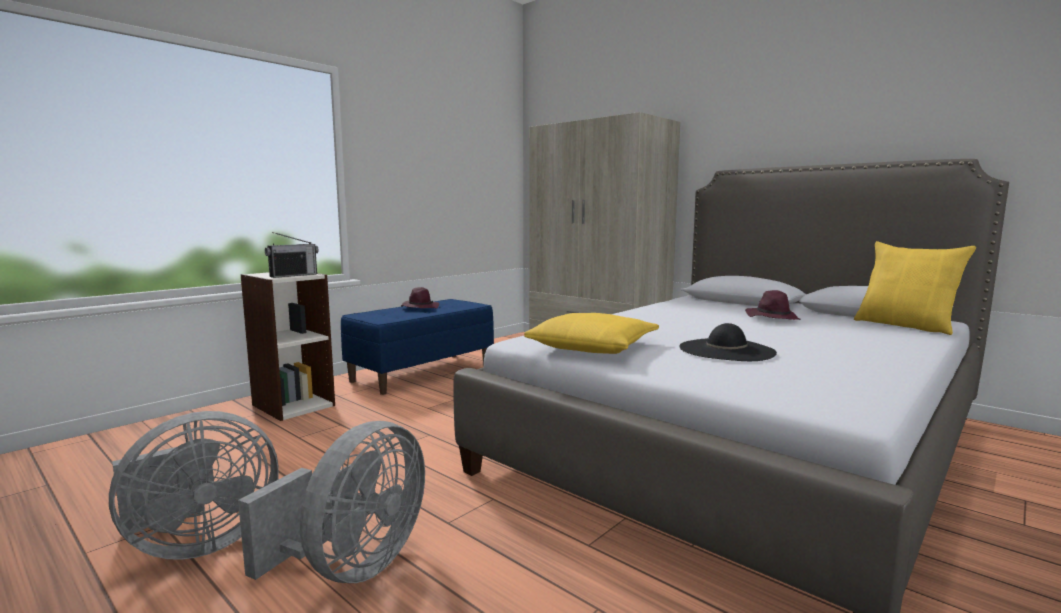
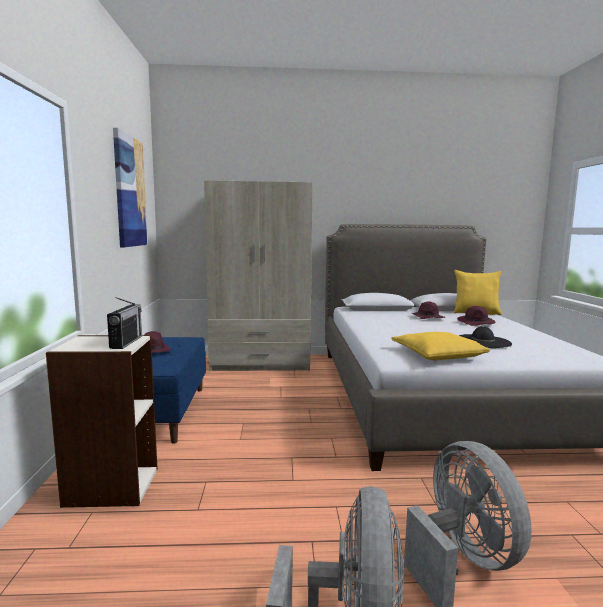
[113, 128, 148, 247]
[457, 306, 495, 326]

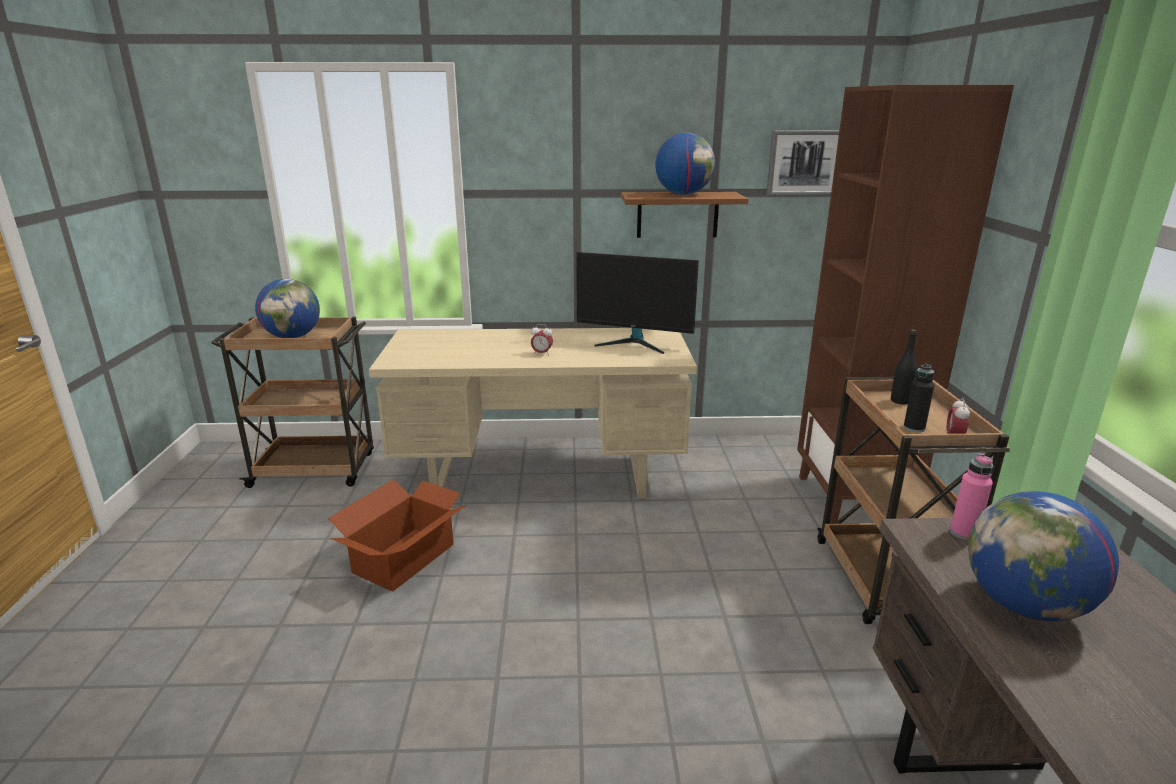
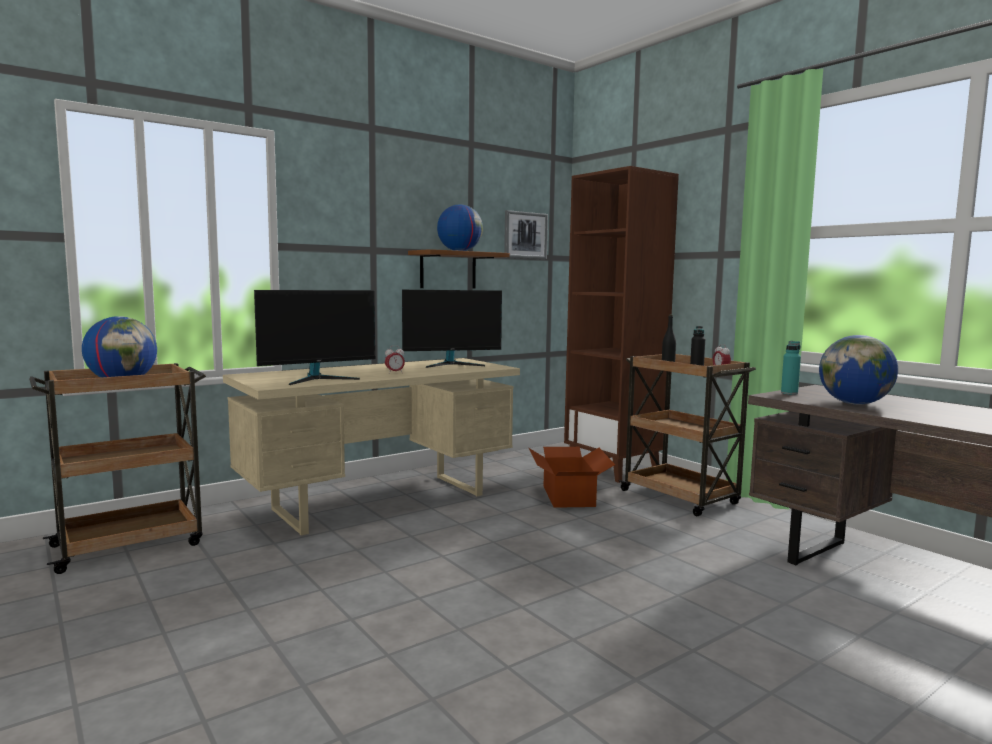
[254, 290, 375, 385]
[529, 447, 615, 508]
[781, 341, 801, 395]

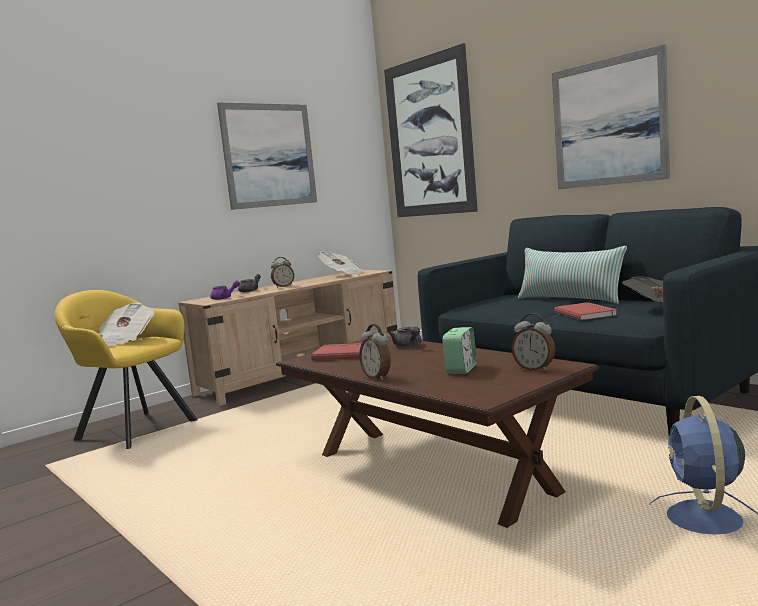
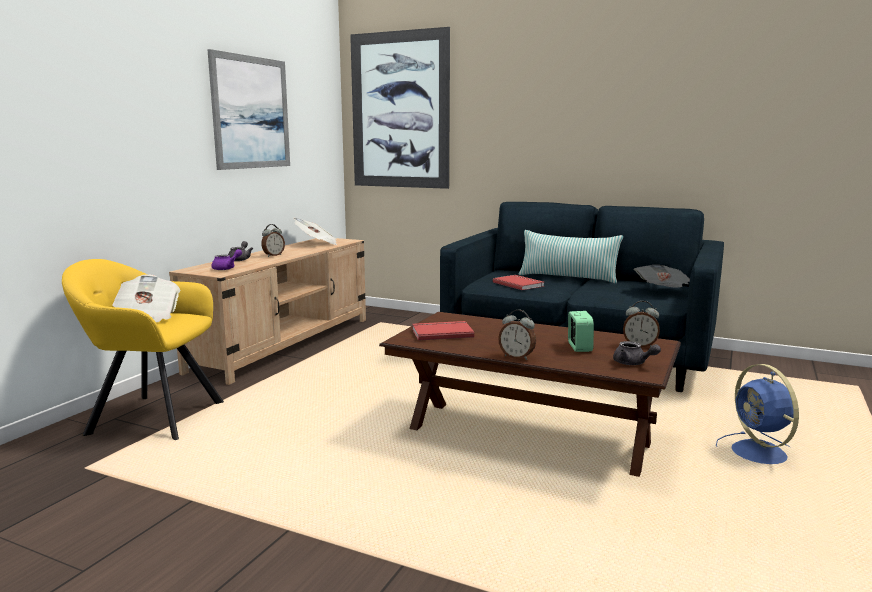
[552, 44, 670, 189] (first image)
[613, 341, 661, 365]
[493, 275, 544, 290]

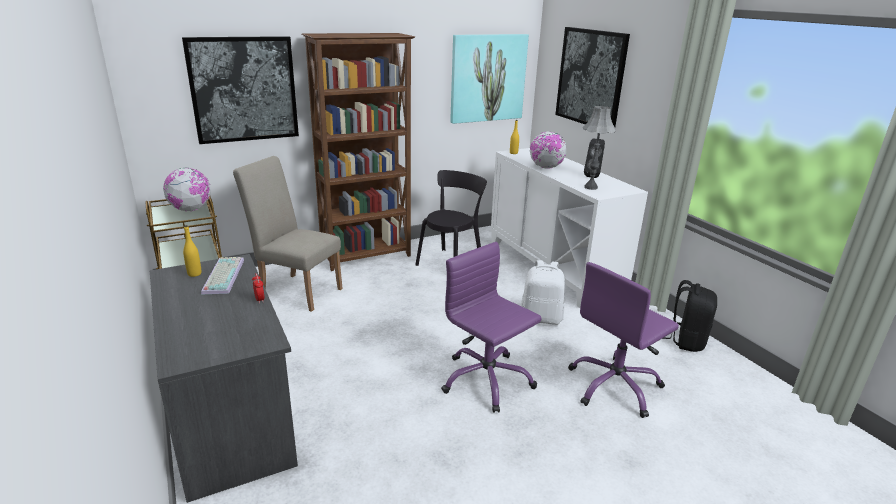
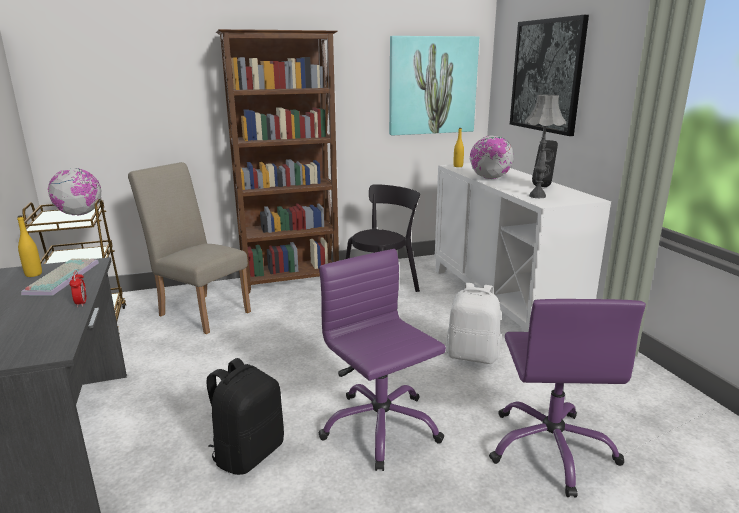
[182, 36, 299, 144] (first image)
[206, 358, 284, 475]
[489, 299, 646, 497]

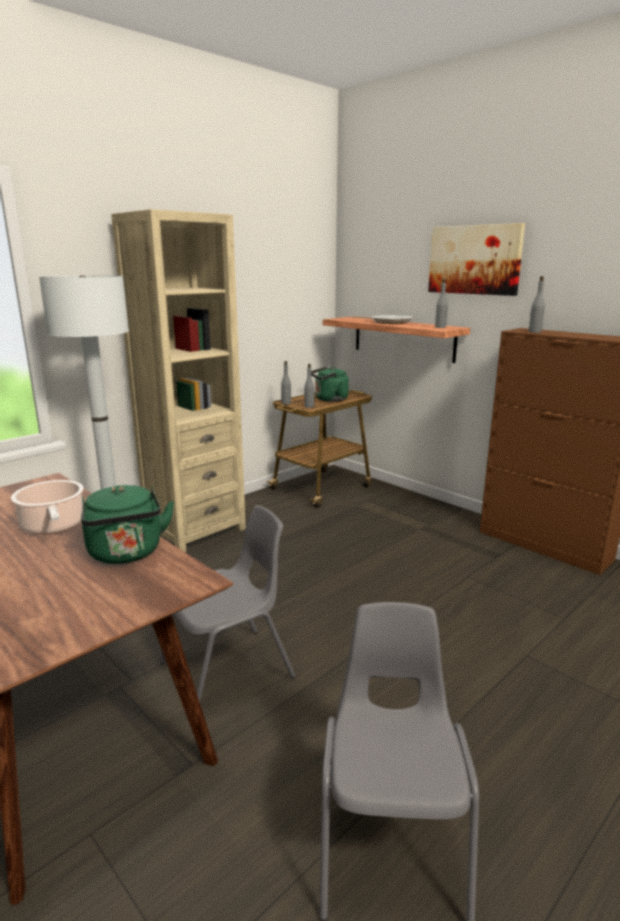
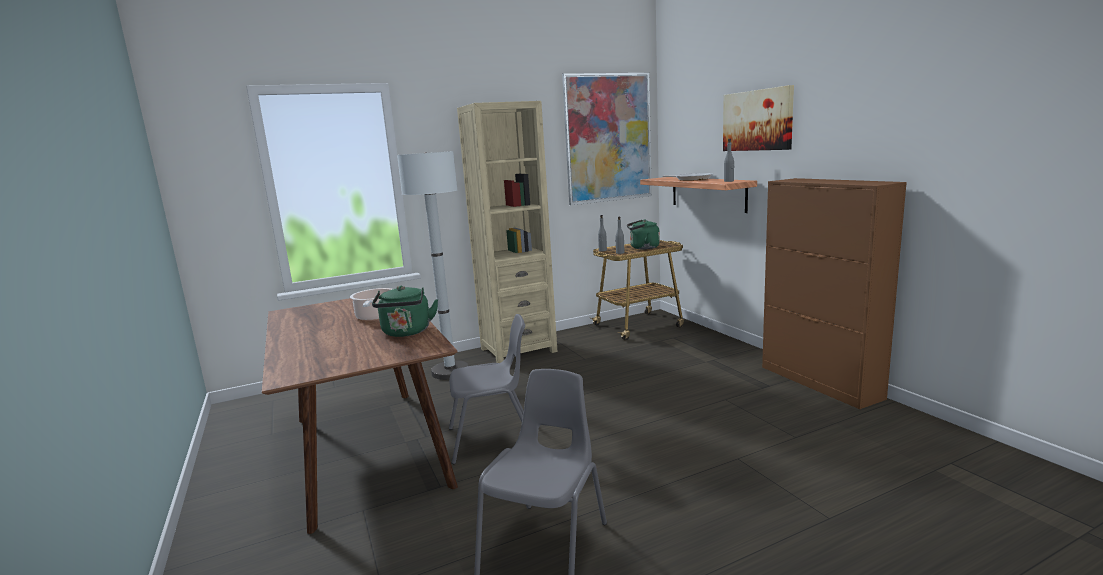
[529, 276, 545, 333] (first image)
[562, 73, 652, 205]

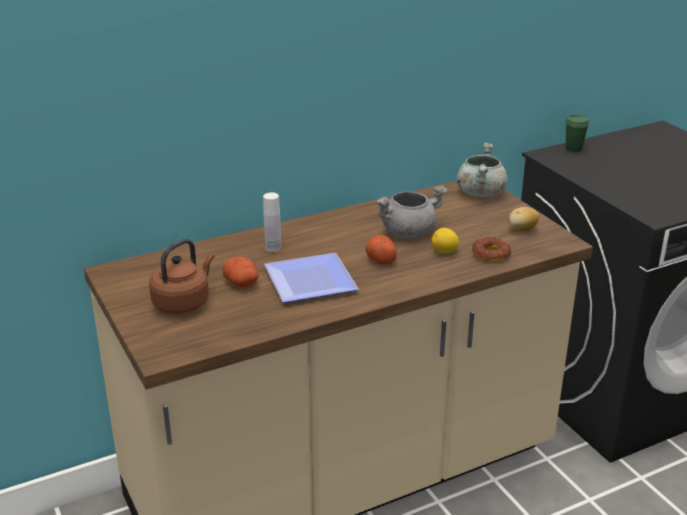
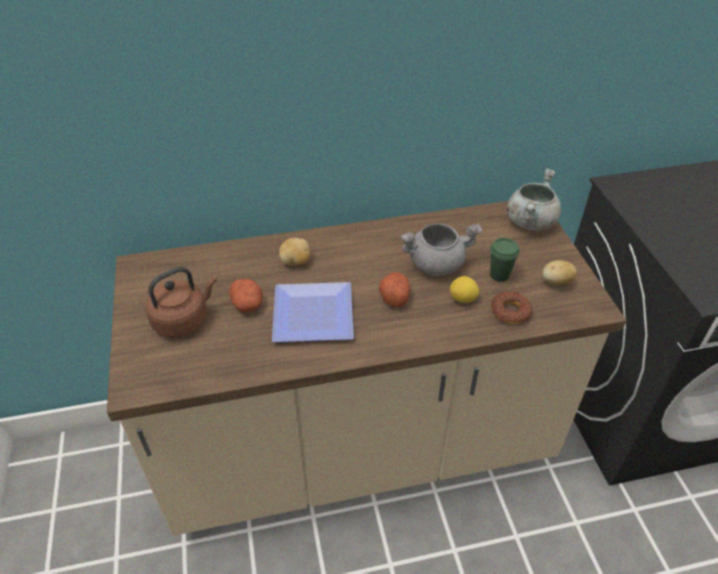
[490, 238, 519, 282]
[279, 238, 310, 266]

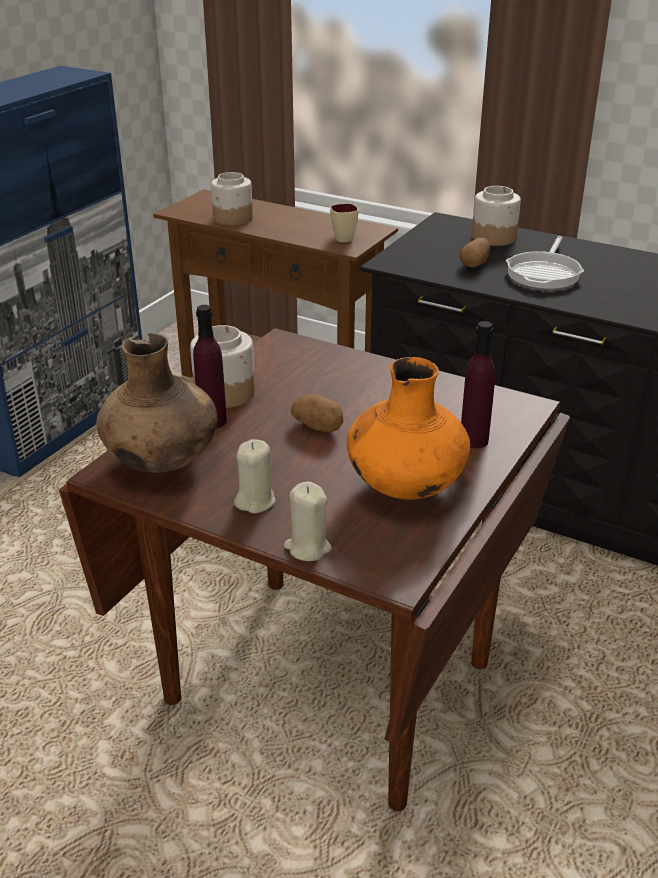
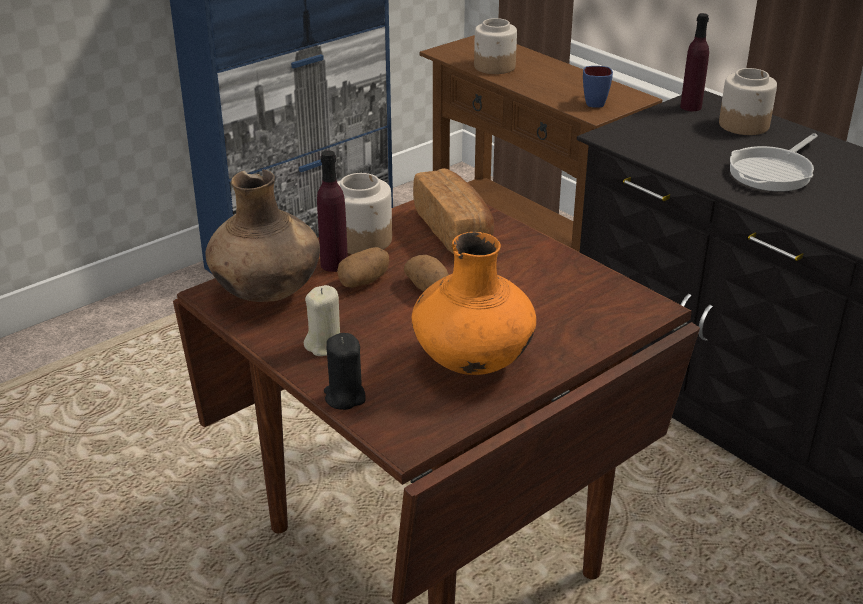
[413, 168, 494, 254]
[337, 247, 389, 288]
[680, 13, 709, 111]
[324, 333, 366, 410]
[583, 66, 613, 108]

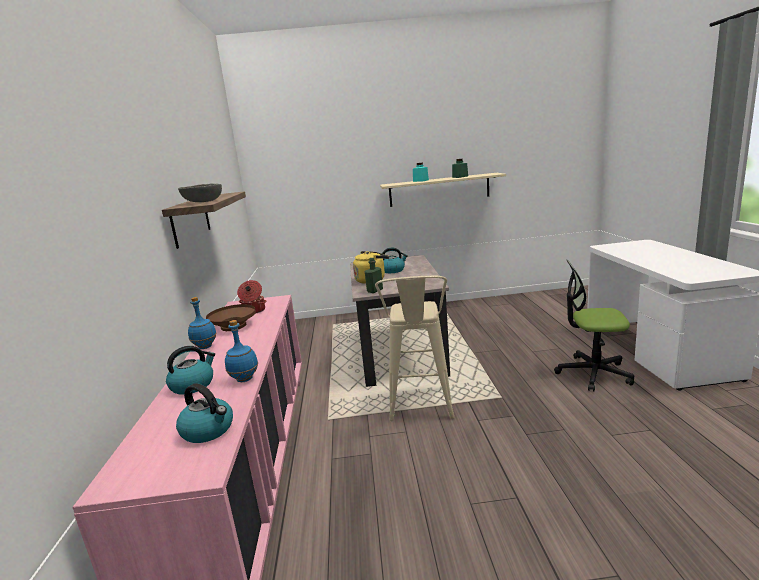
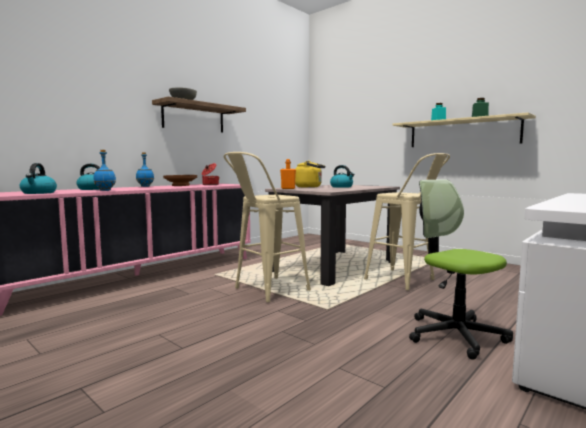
[364, 153, 450, 290]
[280, 159, 296, 189]

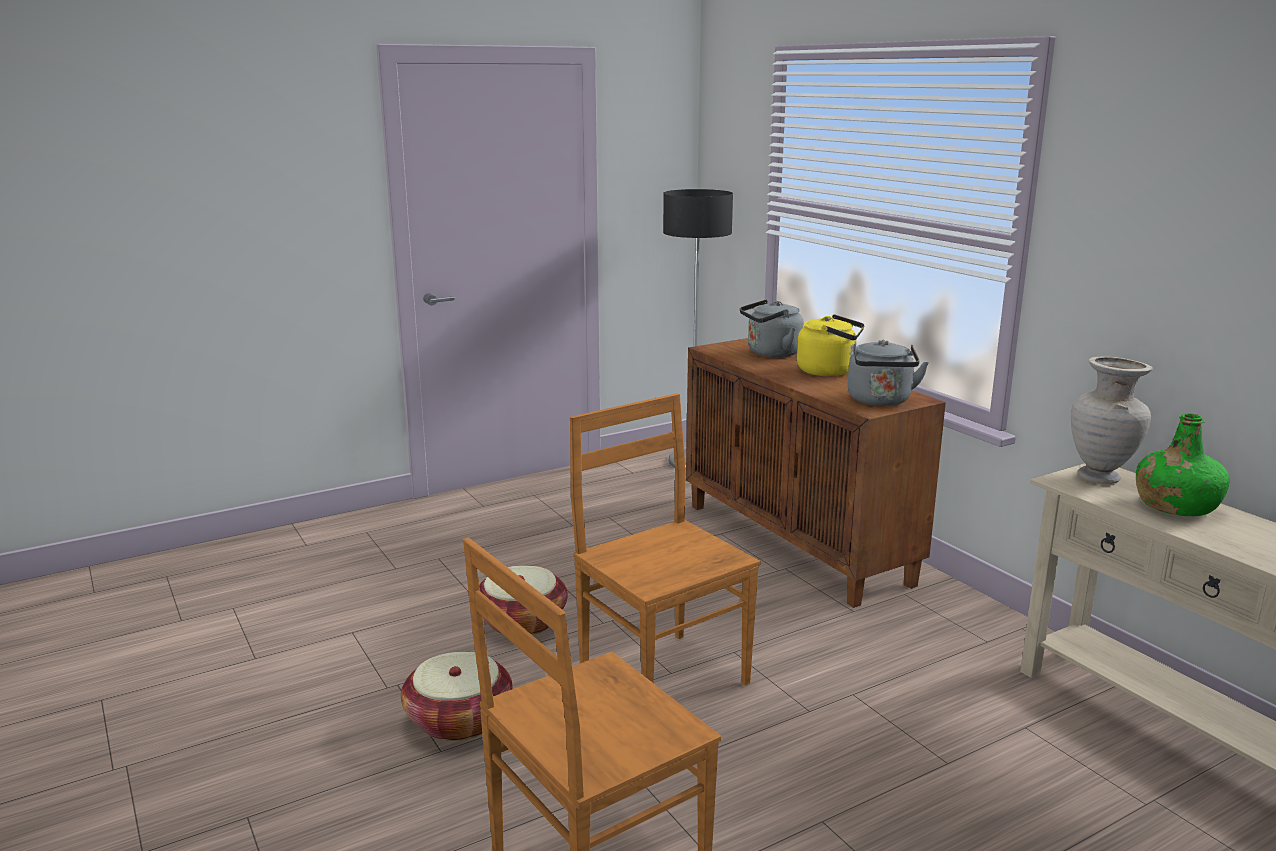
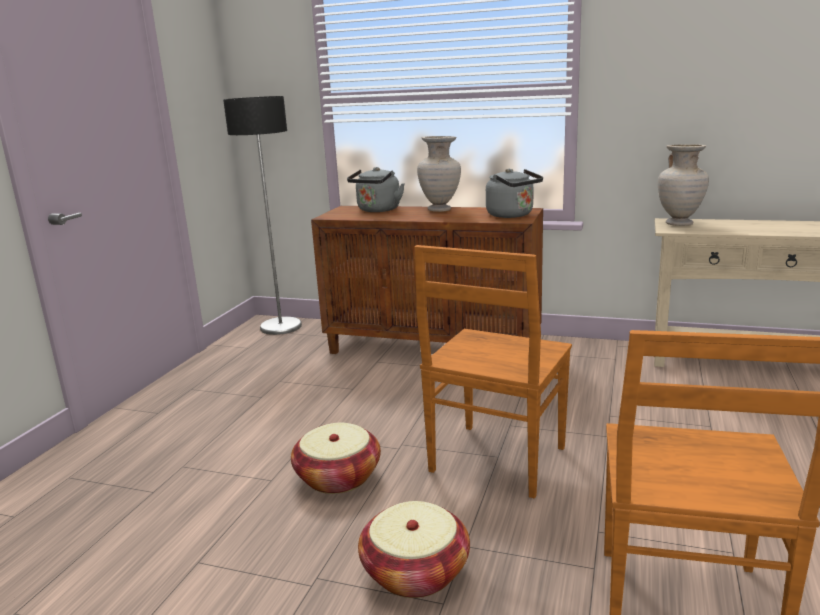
[1136, 413, 1230, 516] (first image)
[417, 136, 461, 212]
[414, 245, 572, 499]

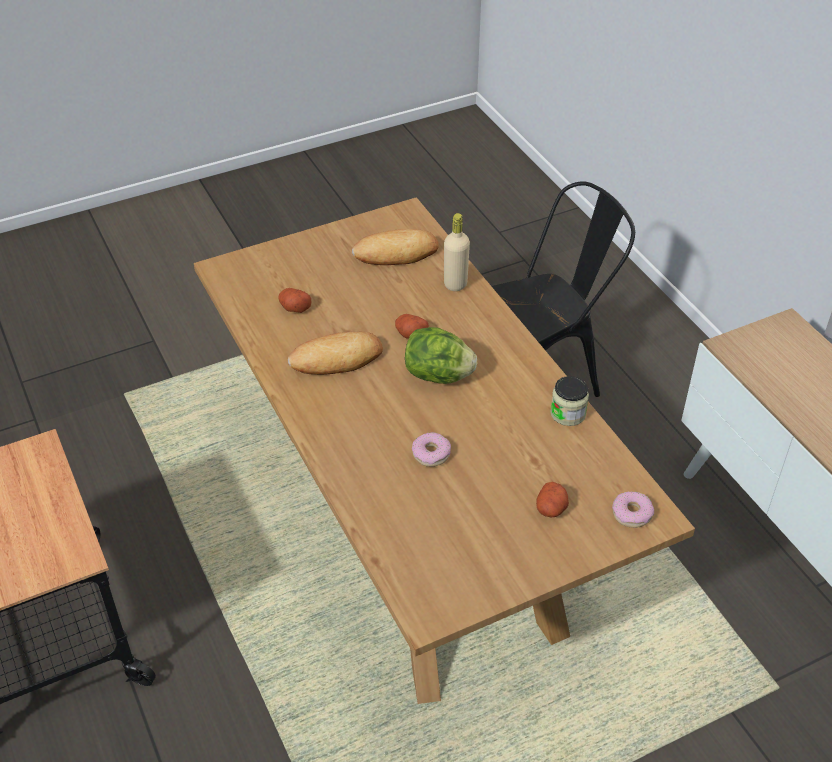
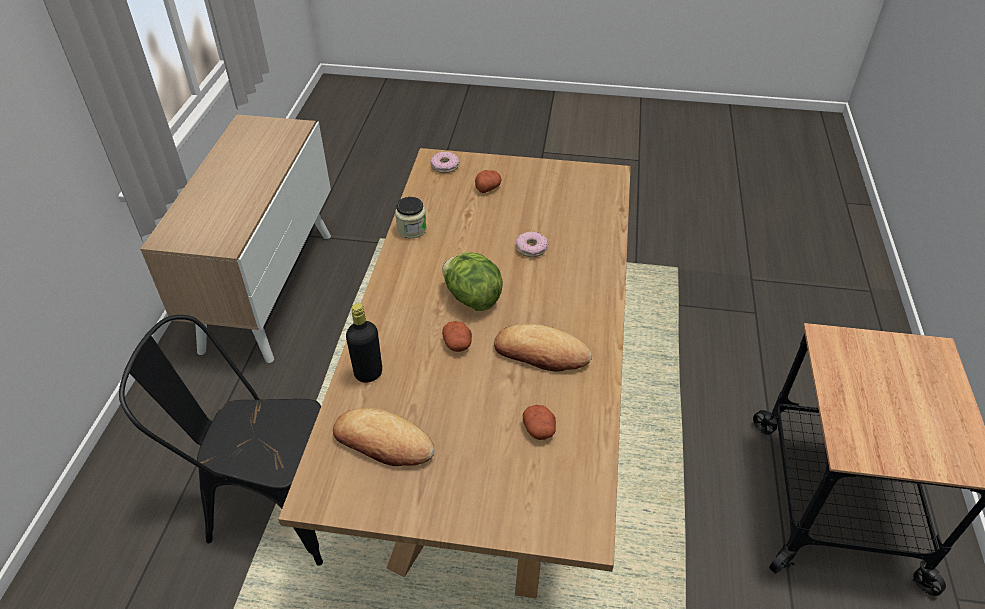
[346, 303, 382, 383]

